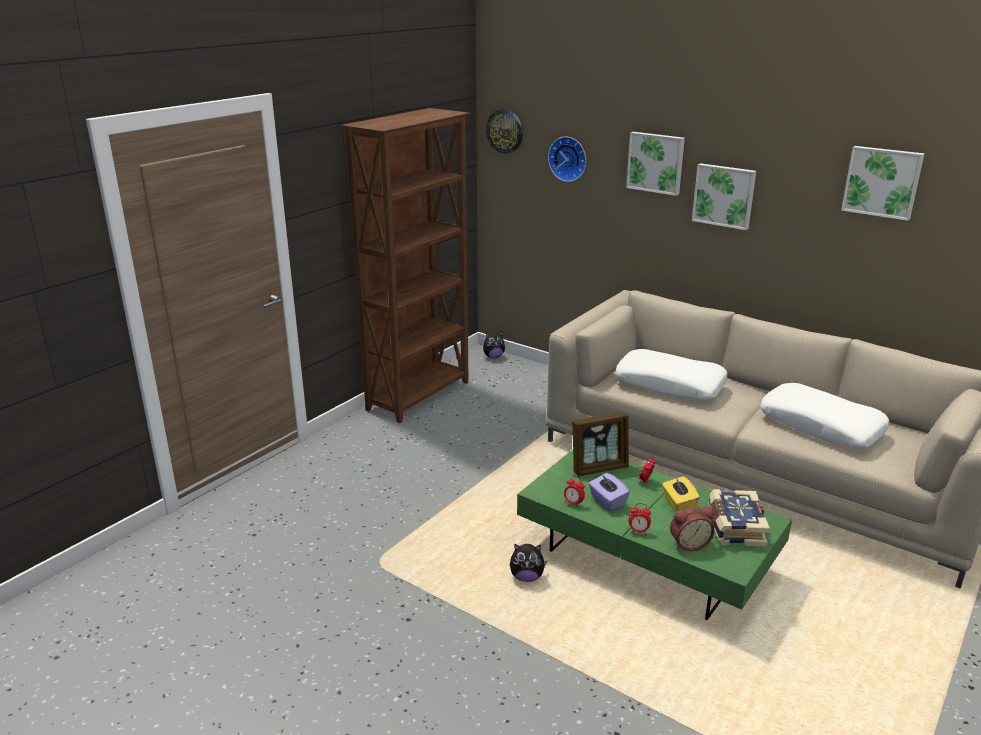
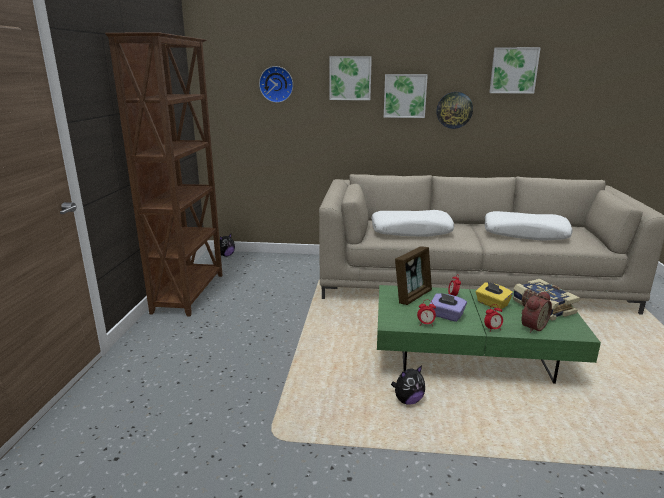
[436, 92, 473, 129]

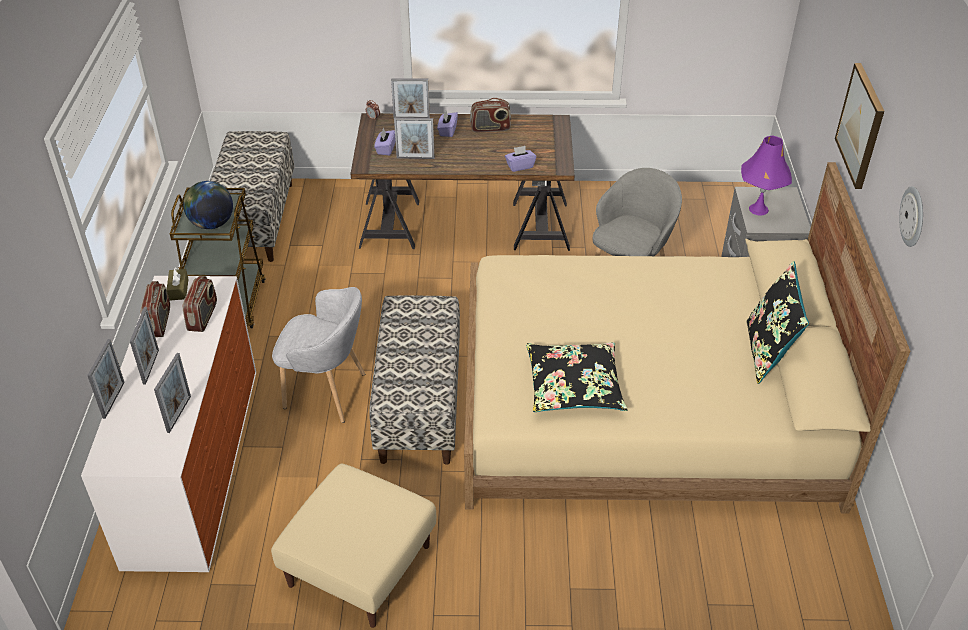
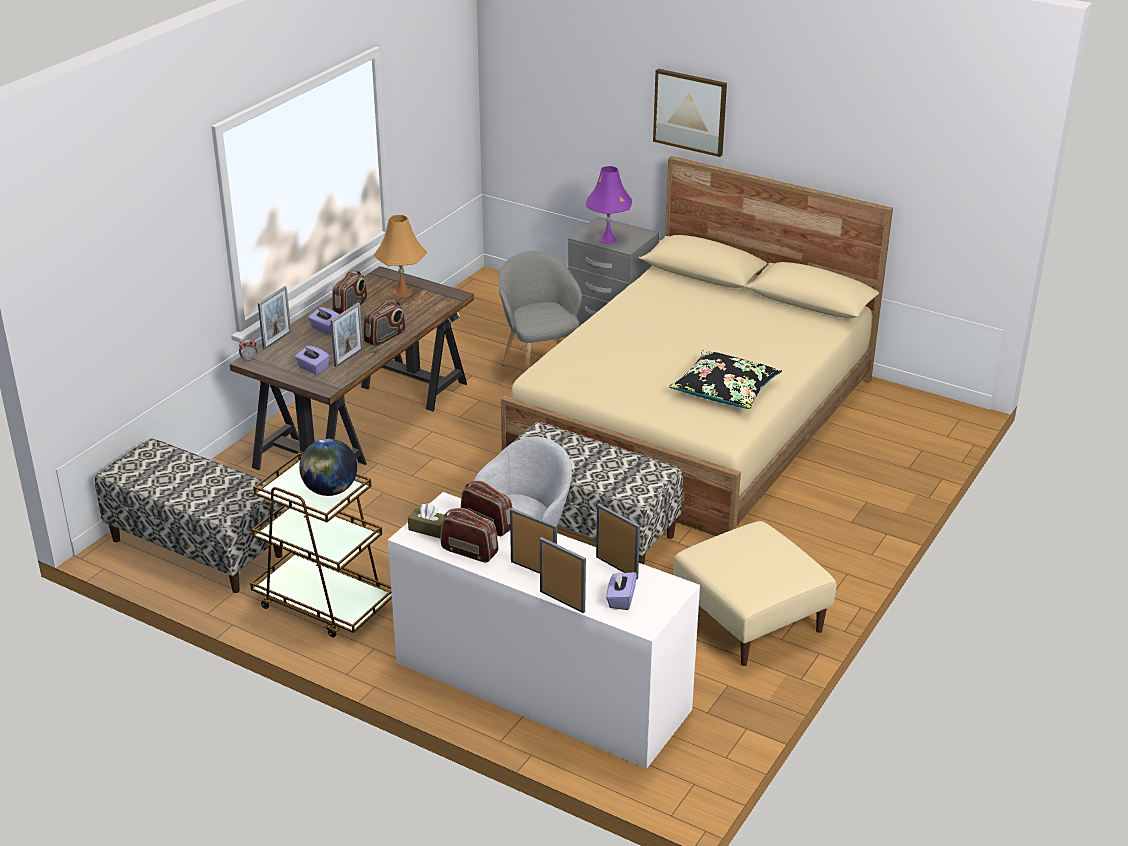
[746, 261, 809, 384] (first image)
[899, 186, 923, 247] (first image)
[363, 300, 406, 346]
[373, 215, 427, 297]
[606, 570, 637, 610]

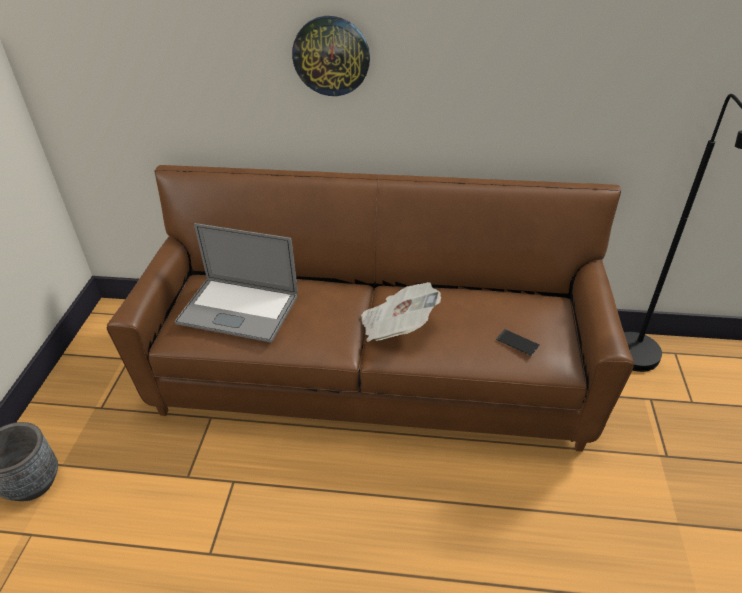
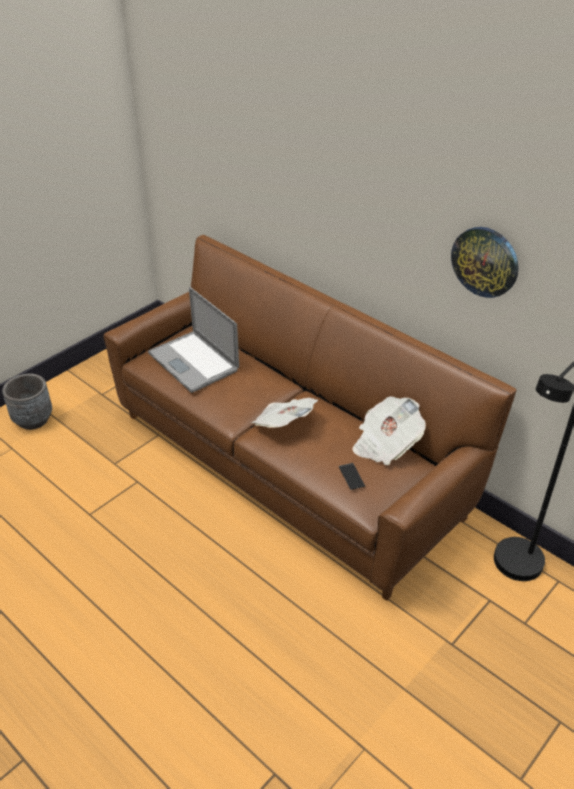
[352, 396, 426, 465]
[451, 227, 519, 298]

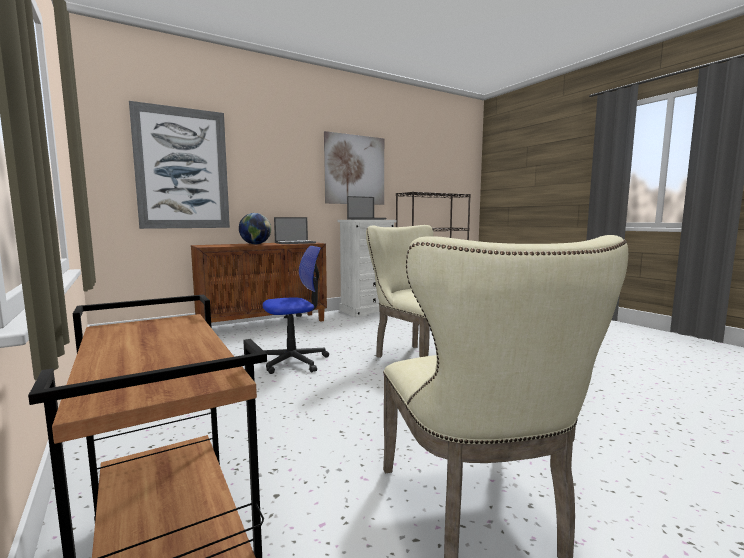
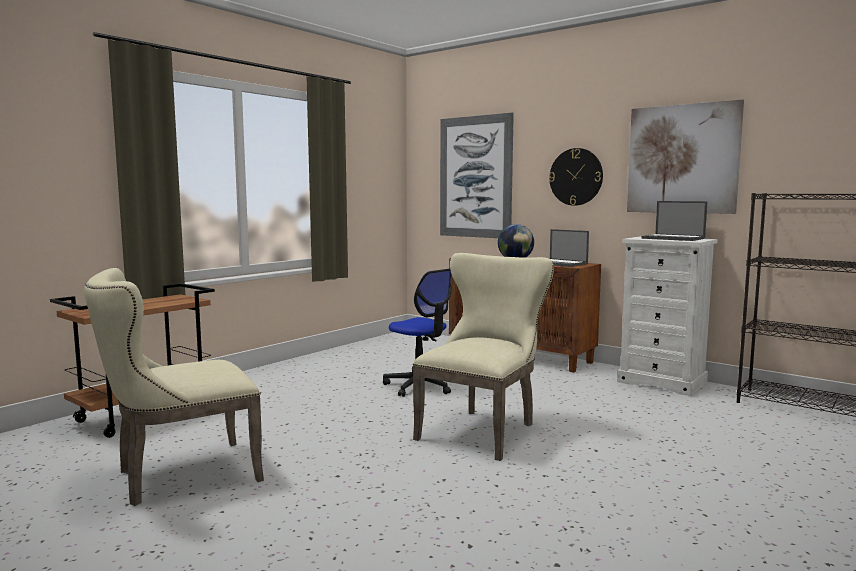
[549, 148, 603, 206]

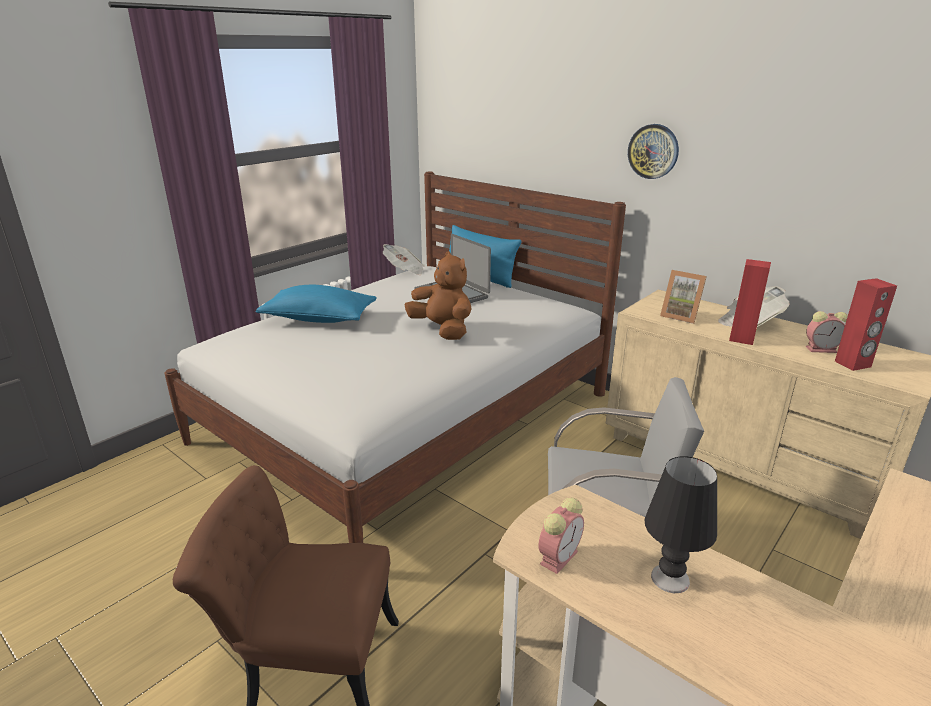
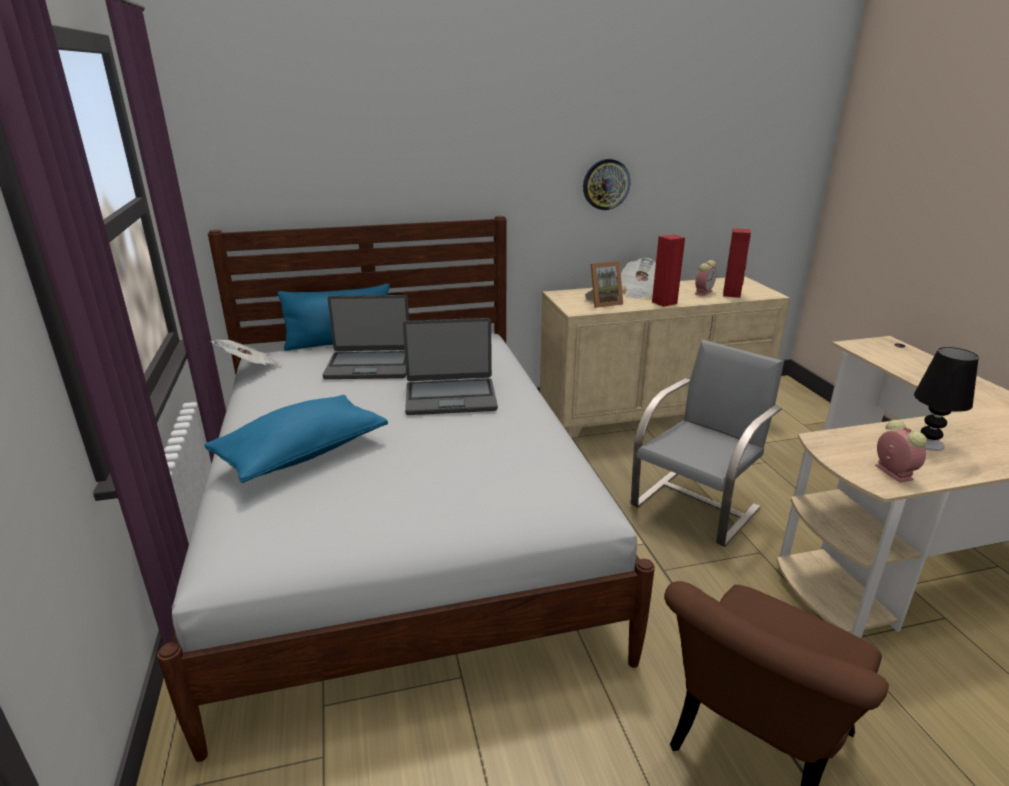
[583, 159, 630, 210]
[403, 318, 498, 415]

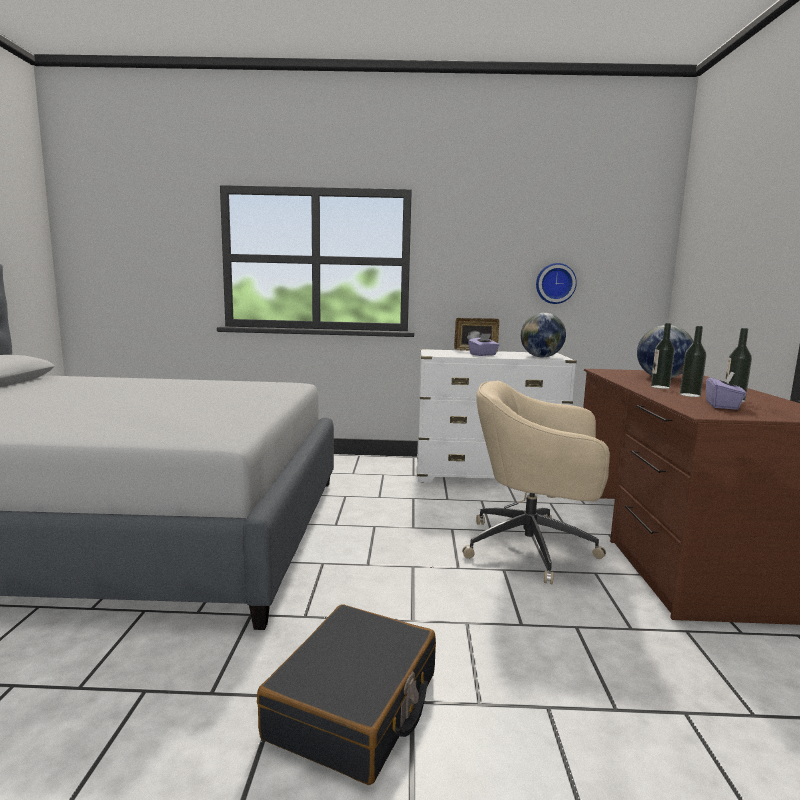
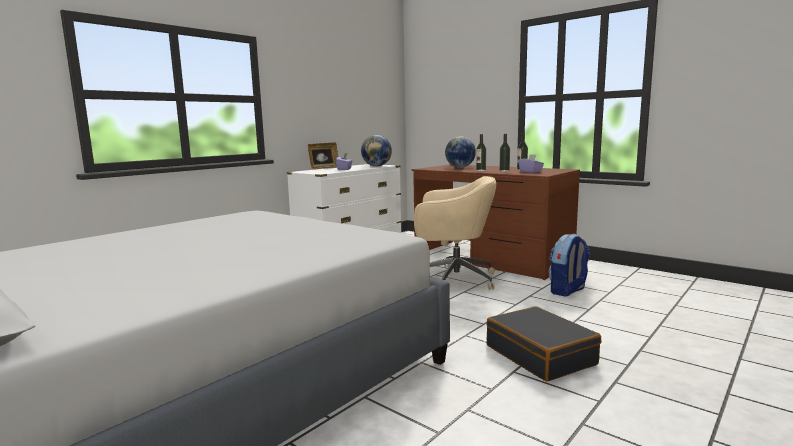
[536, 263, 577, 304] (first image)
[548, 234, 590, 296]
[414, 176, 496, 290]

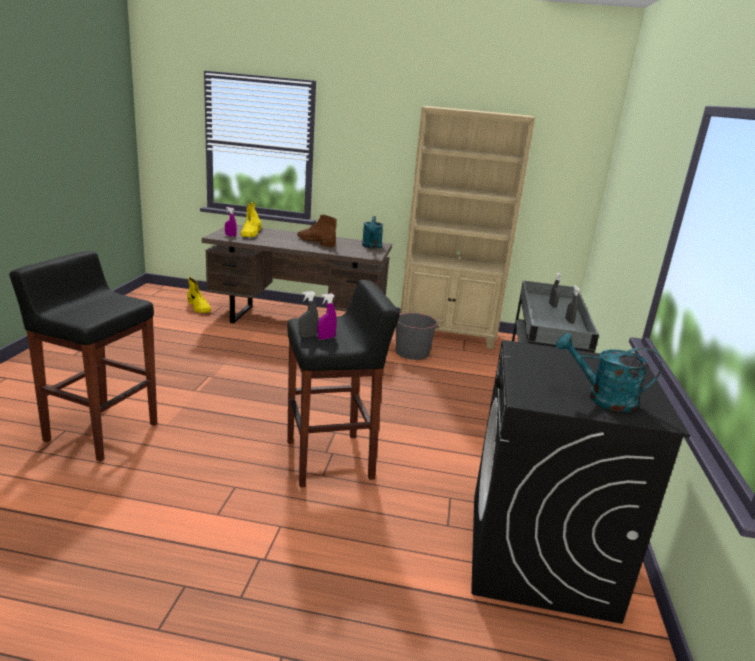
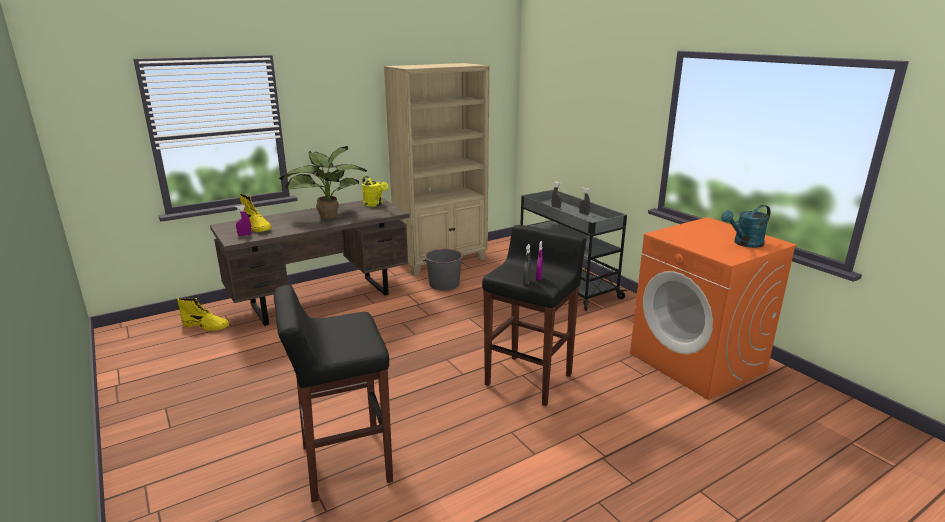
[279, 146, 367, 219]
[362, 176, 389, 207]
[630, 217, 797, 400]

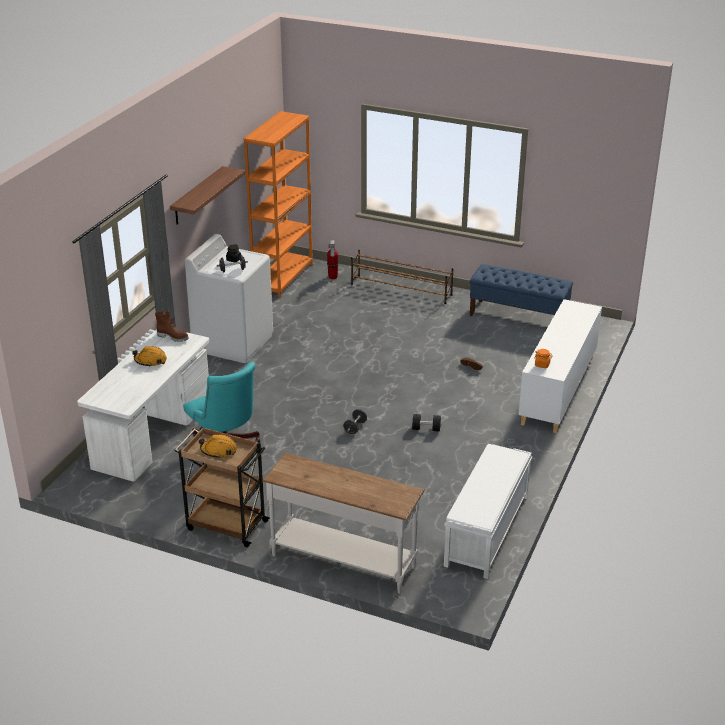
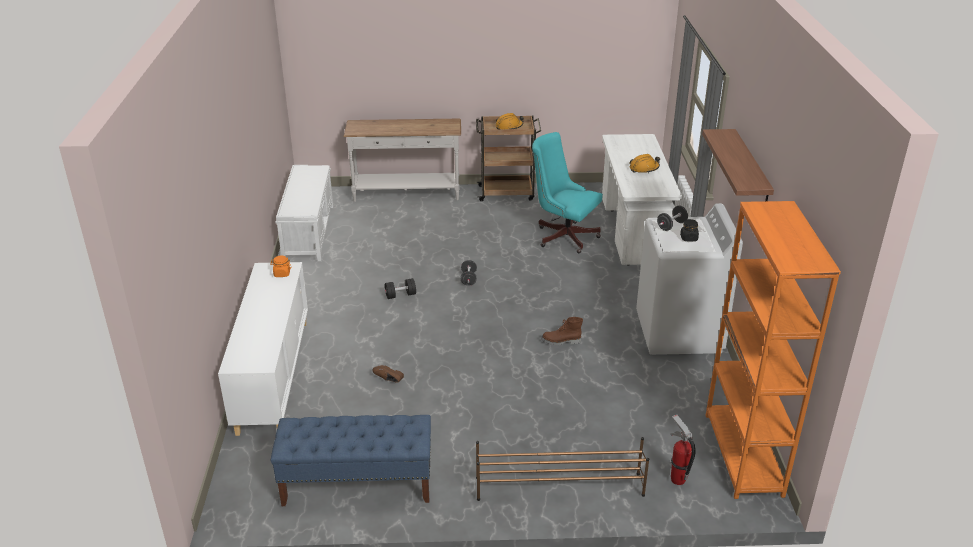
[541, 317, 583, 346]

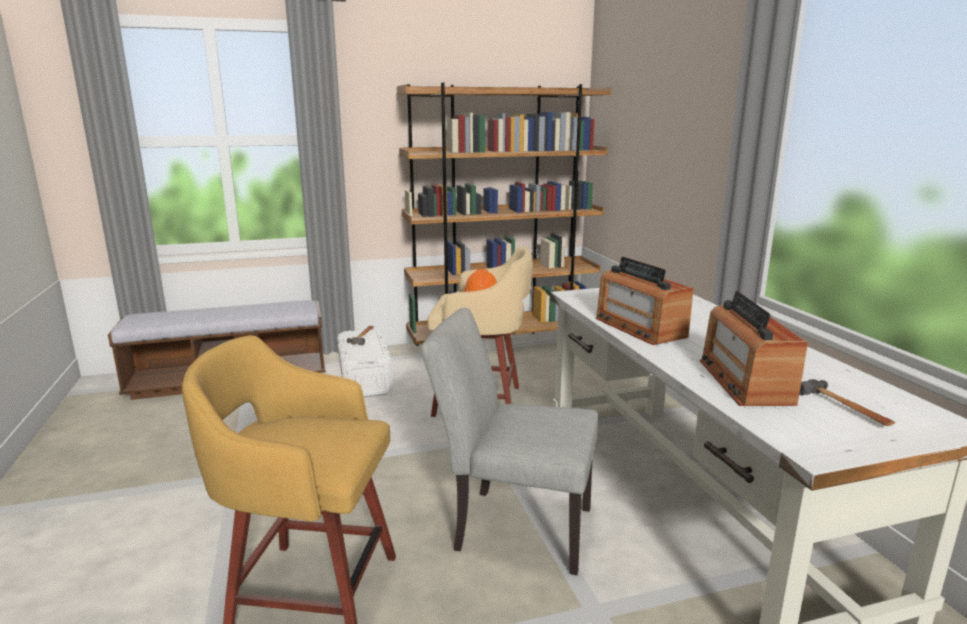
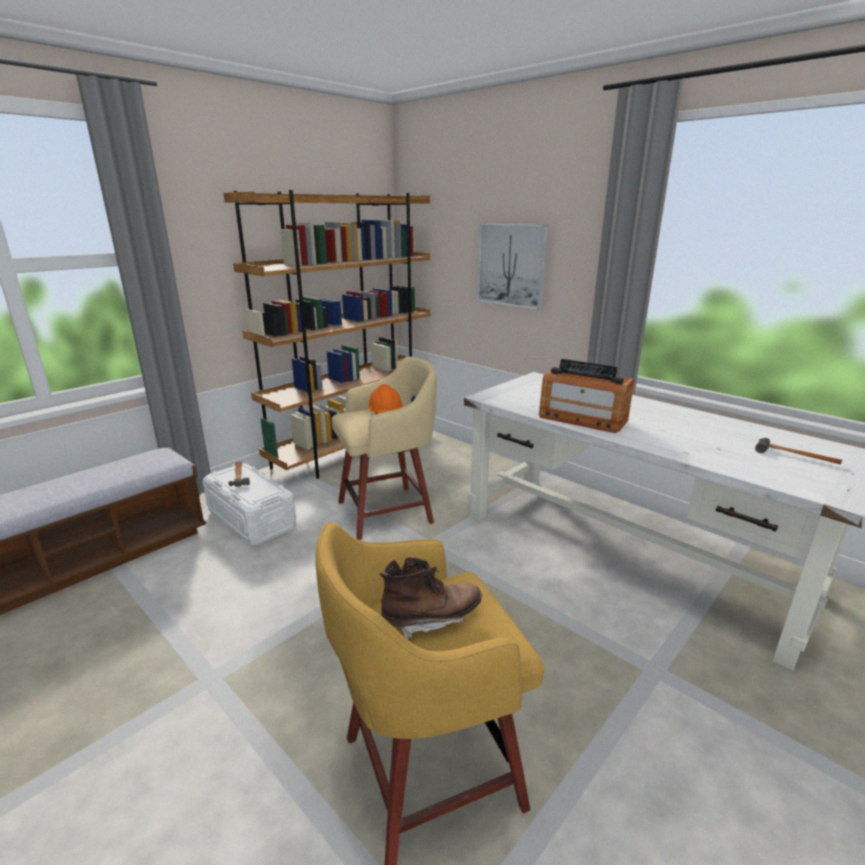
[421, 308, 598, 575] (first image)
[700, 291, 808, 406] (first image)
[380, 557, 482, 640]
[477, 224, 549, 310]

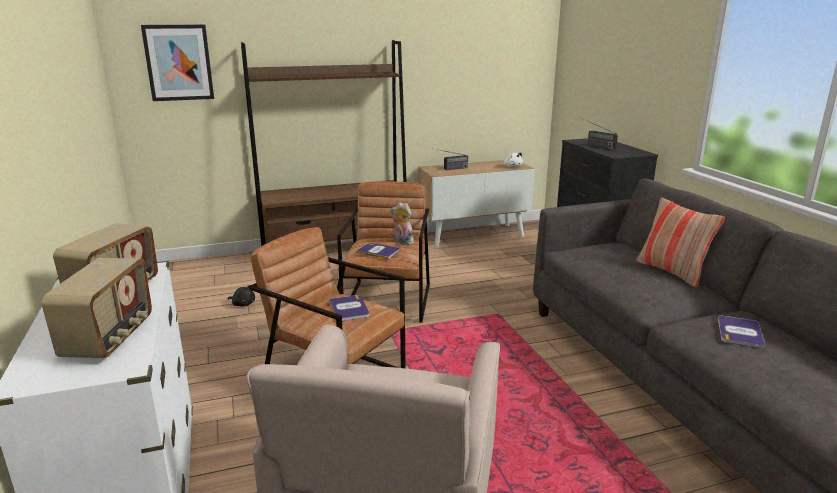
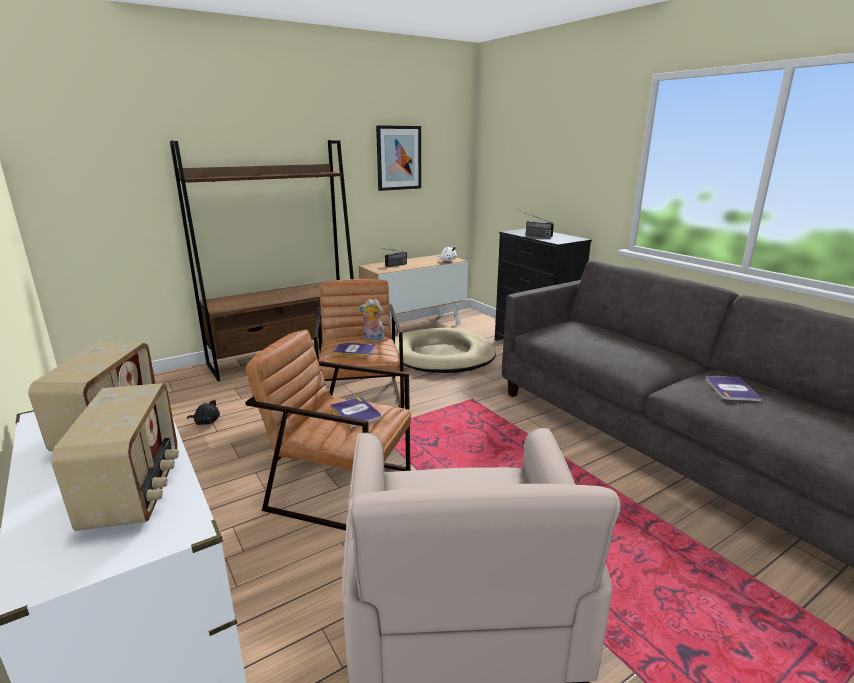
[636, 198, 725, 287] (first image)
[395, 328, 496, 373]
[376, 125, 421, 191]

